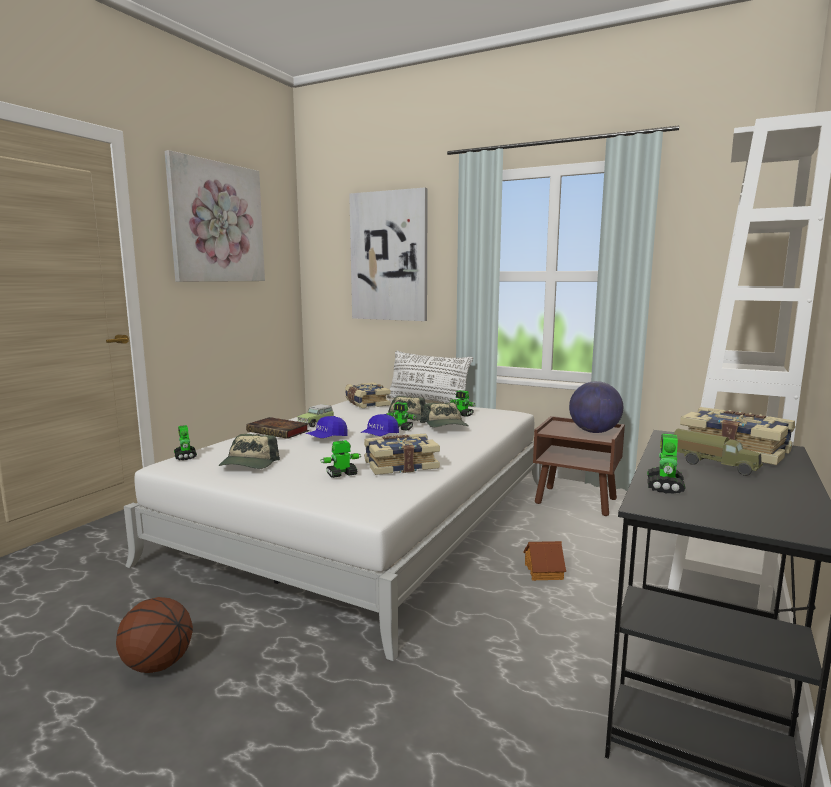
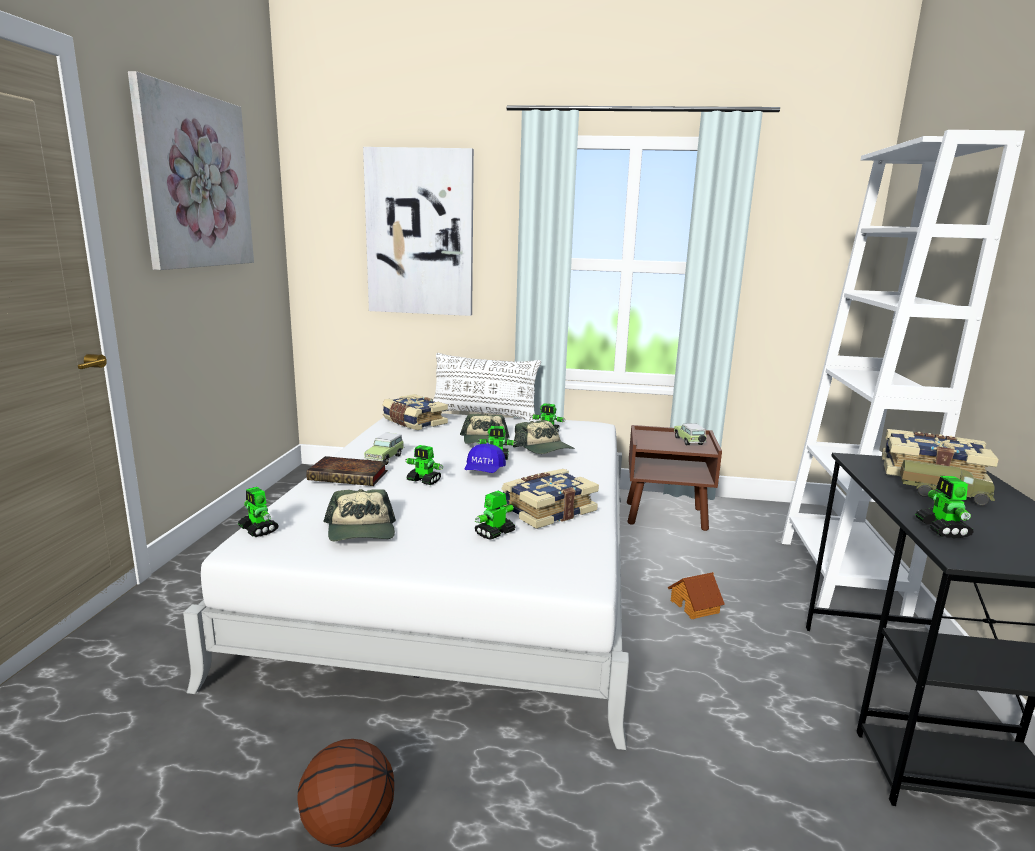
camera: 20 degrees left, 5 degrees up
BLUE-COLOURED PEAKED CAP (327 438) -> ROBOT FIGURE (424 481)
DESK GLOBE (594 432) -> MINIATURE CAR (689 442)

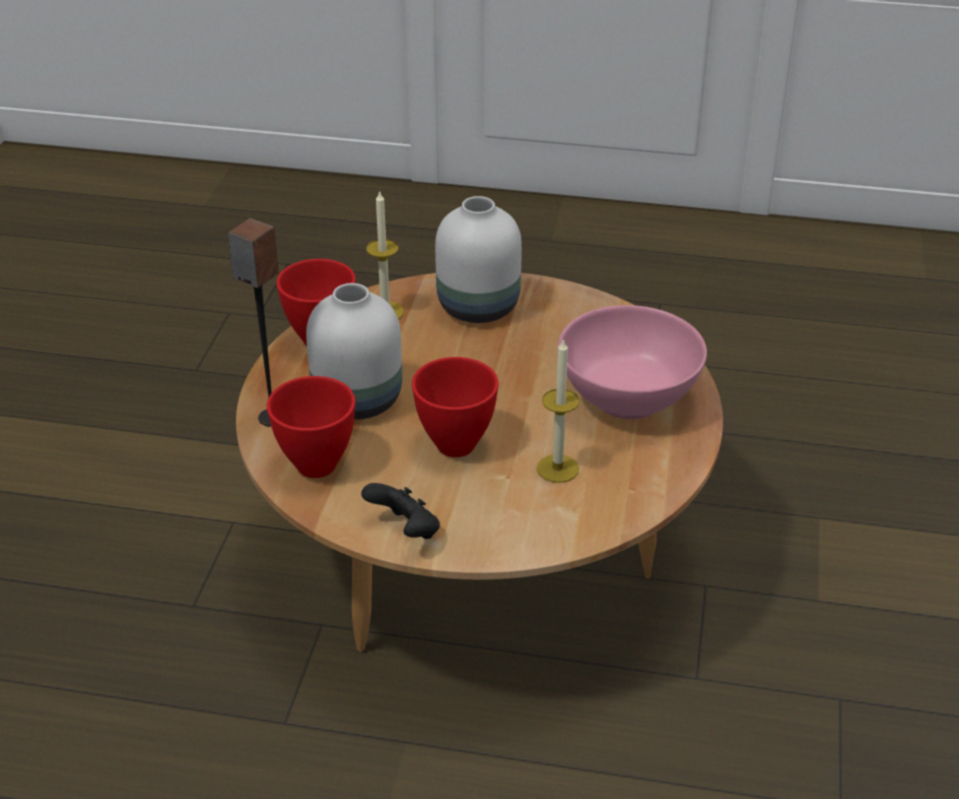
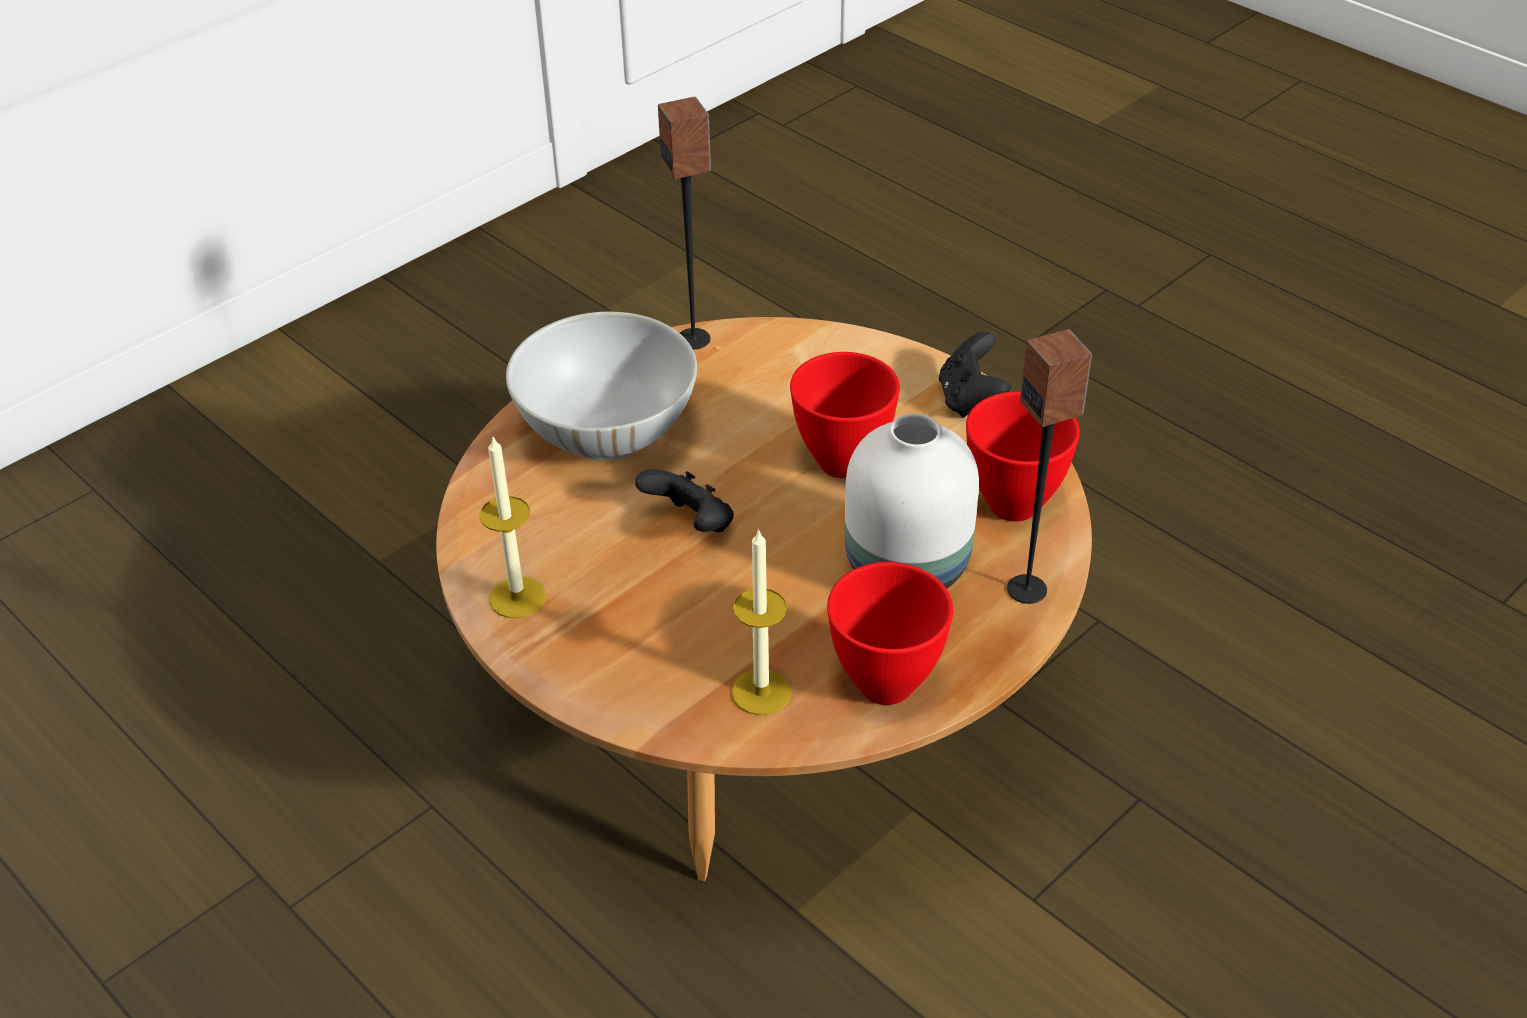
camera: 145 degrees left, 5 degrees up
WHITE FLOWER VASE (476 307) -> none
WAX CANDLE (557 468) -> WAX CANDLE (517 597), move
PINKISH SERVING BOWL (628 399) -> WHITE SERVING BOWL (607 432)
none -> BLACKISH GAME CONTROLLER (691 524)
none -> LOUDSPEAKER (694 339)

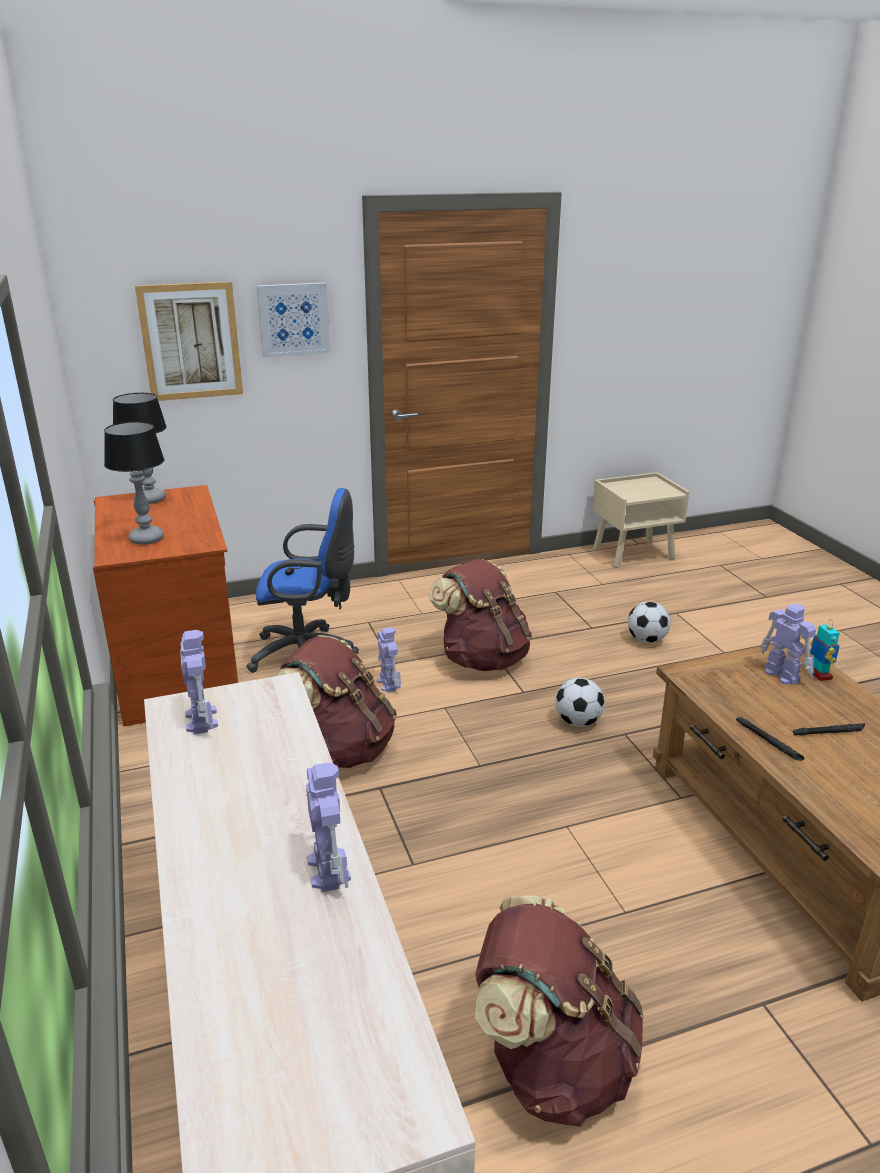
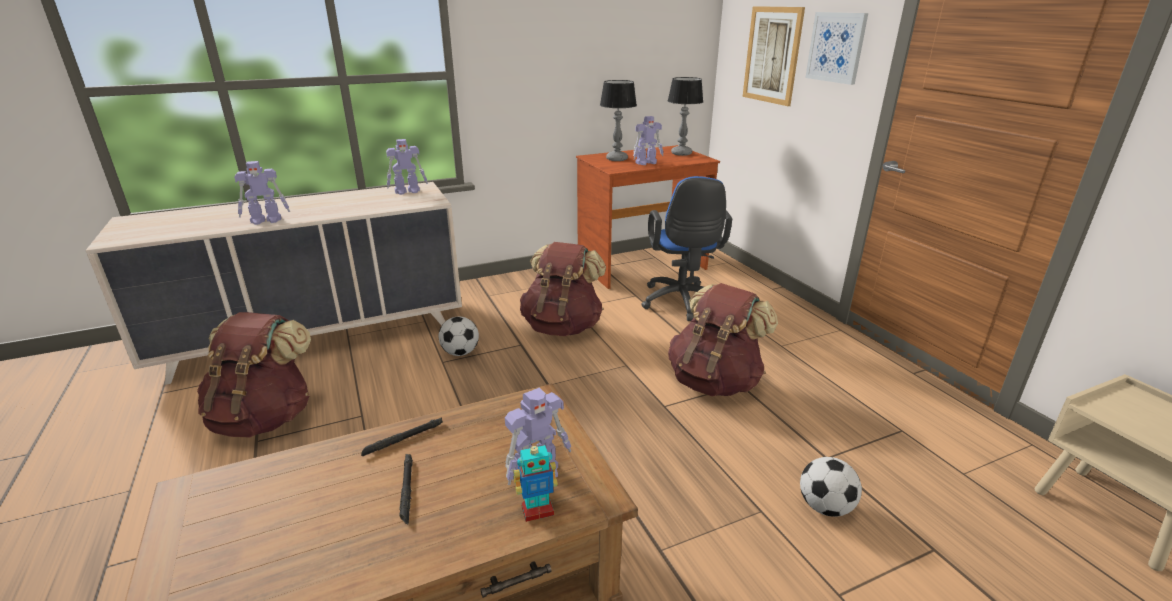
camera: 85 degrees right, 0 degrees up
ROBOT FIGURE (388 683) -> ROBOT FIGURE (647 162), move
FOOTBALL (578 722) -> FOOTBALL (460 353), move

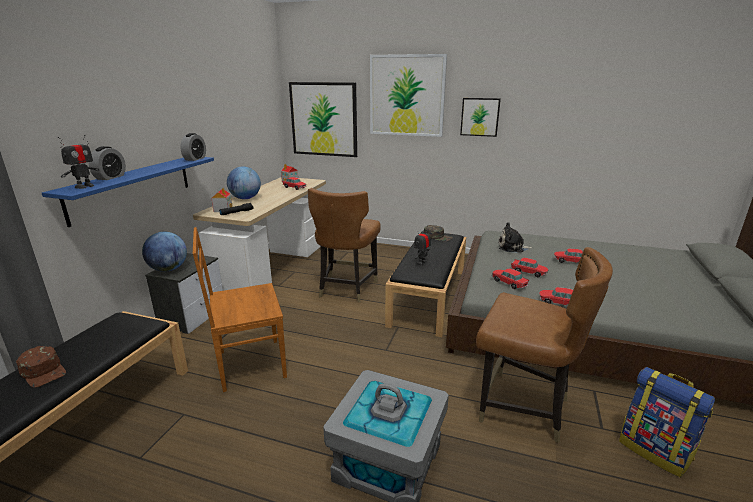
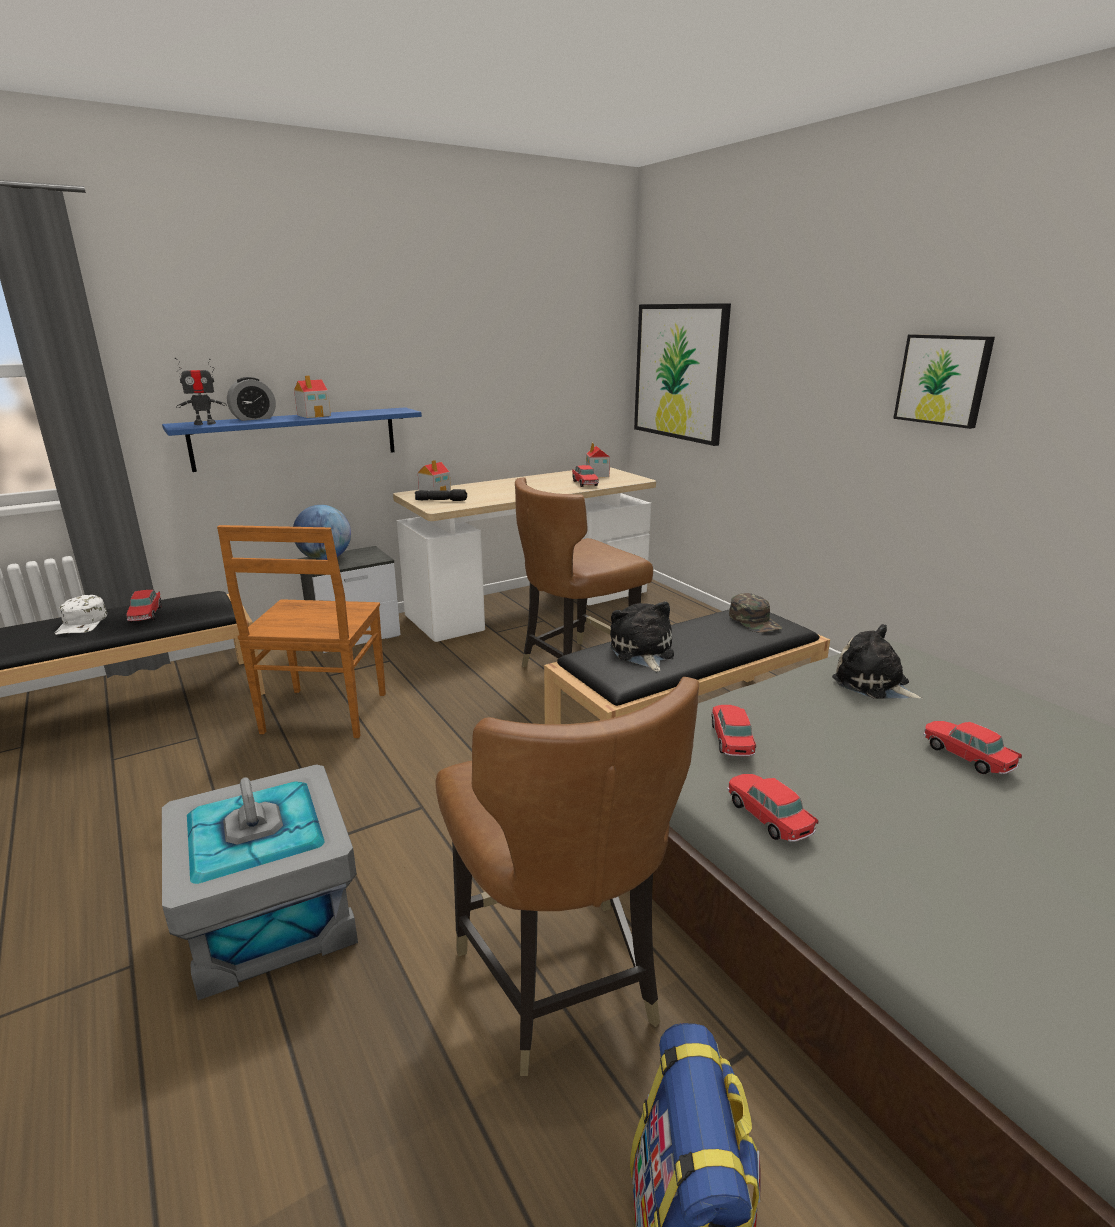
camera: 40 degrees right, 0 degrees up
BROWNISH PEAKED CAP (44 371) -> WHITE PEAKED CAP (82 623)
ALARM CLOCK (195 159) -> none
BROWNISH UPRIGHT CHAIR (249 364) -> BROWNISH UPRIGHT CHAIR (323 715), 105 degrees counterclockwise
DESK GLOBE (245 198) -> none
WALL ART (407 96) -> none
ROBOT FIGURE (421 263) -> SOFT TOY (642 652)
MINIATURE CAR (528 272) -> MINIATURE CAR (146 614), move
none -> MINIATURE HOUSE (314 415)

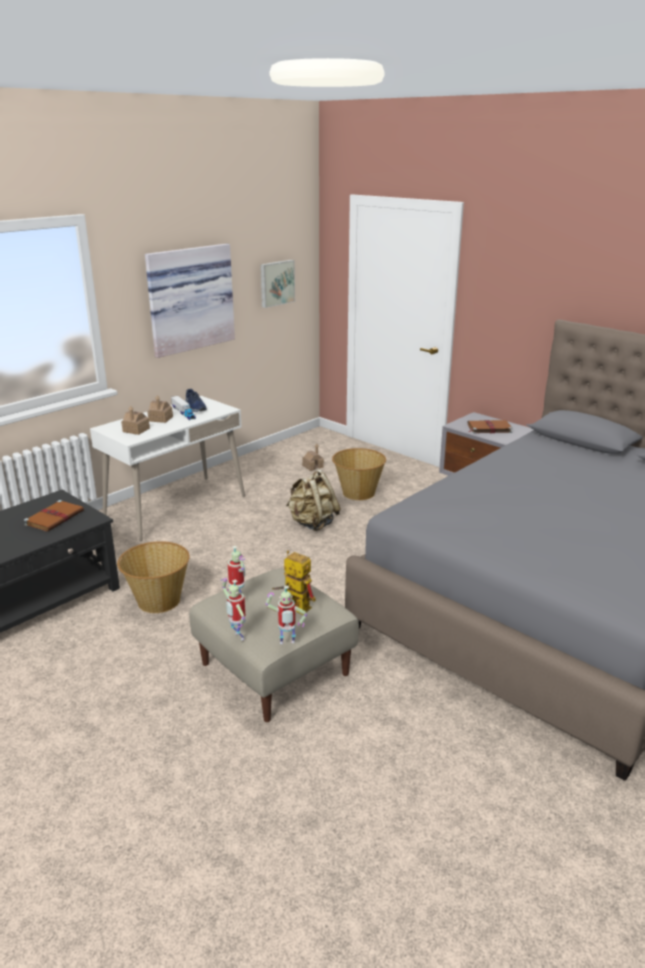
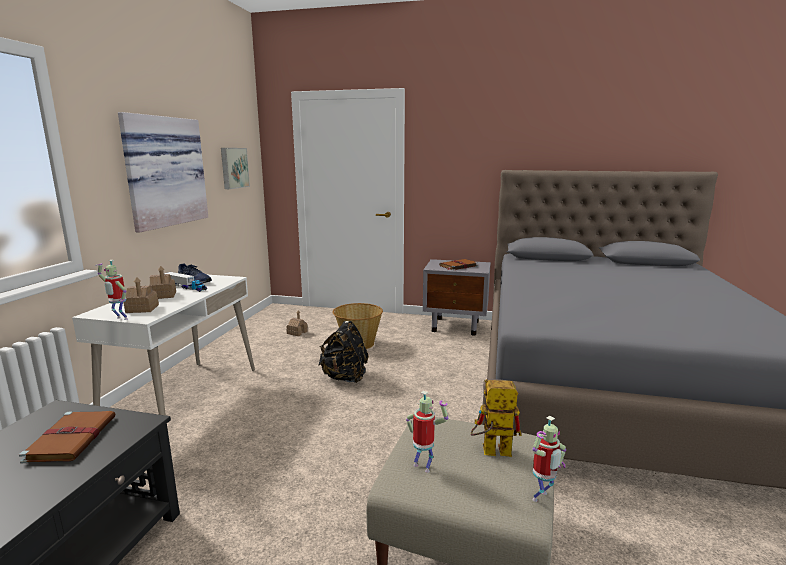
camera: 30 degrees left, 10 degrees down
HOUSEHOLD BASKET (158 600) -> none
ROBOT FIGURE (237 637) -> ROBOT FIGURE (120 319), move
BEIGE RUCKSACK (312 523) -> BLACKISH RUCKSACK (345 377)

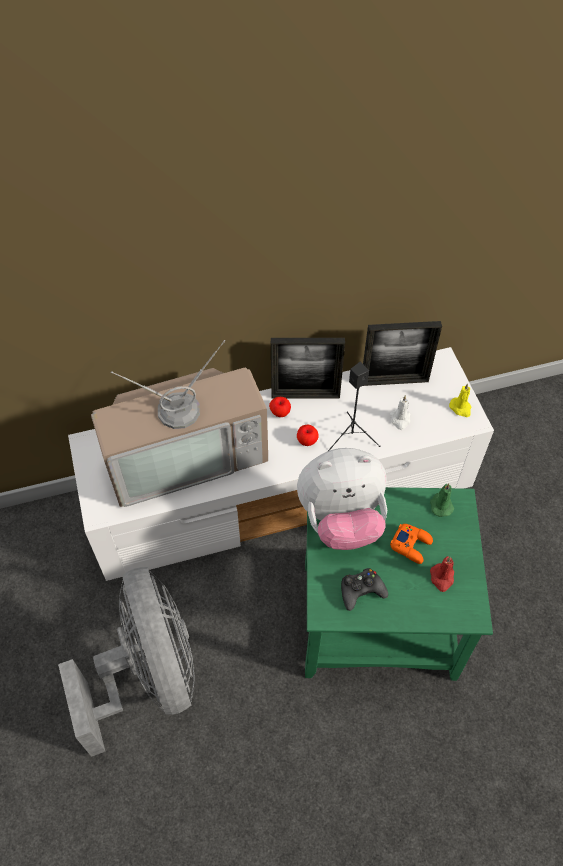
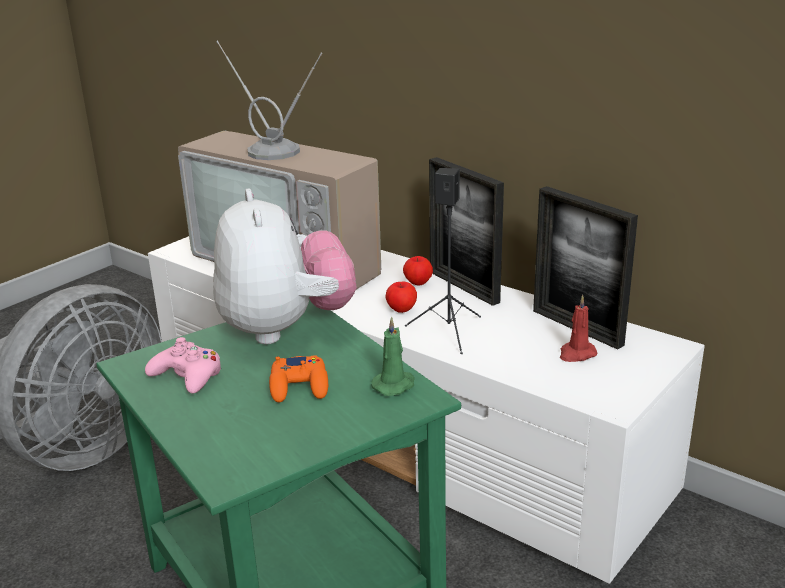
camera: 55 degrees right, 30 degrees down
SOFT TOY (341 519) -> SOFT TOY (285 328), 150 degrees counterclockwise
BLACKISH GAME CONTROLLER (361 591) -> PINKISH GAME CONTROLLER (187 376)
WHITE WAX CANDLE (400 420) -> none
RED WAX CANDLE (442 578) -> RED WAX CANDLE (576 354), move
YELLOW-COLOURED WAX CANDLE (460 408) -> none

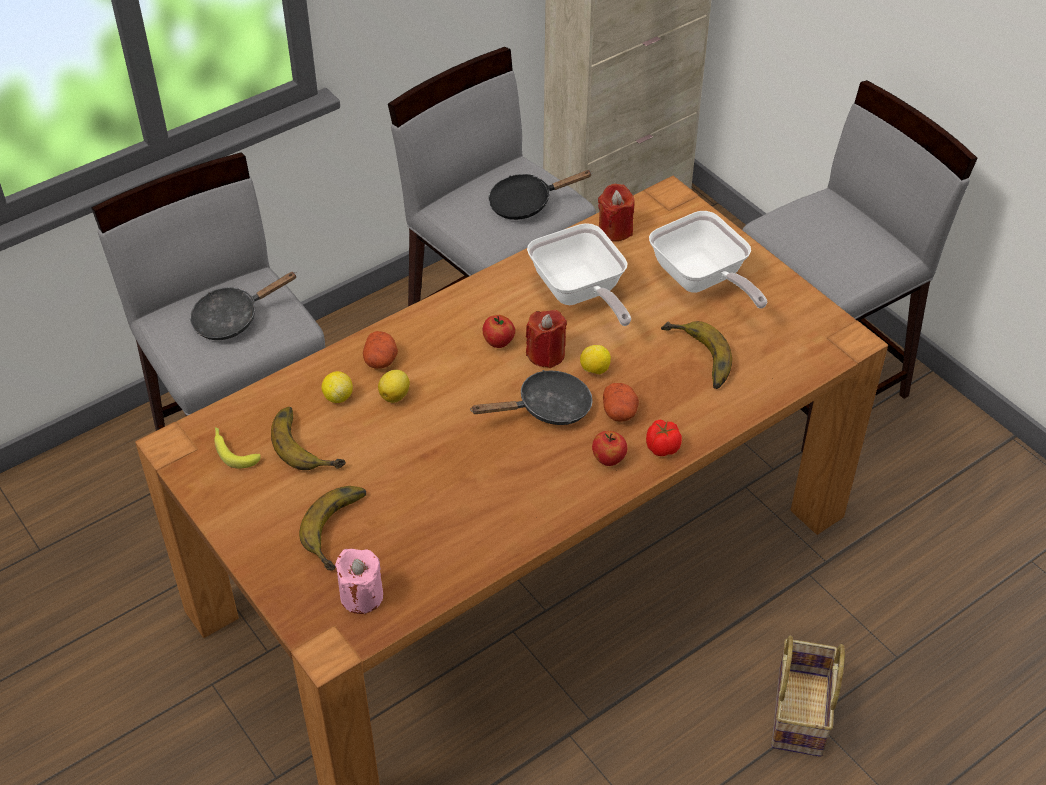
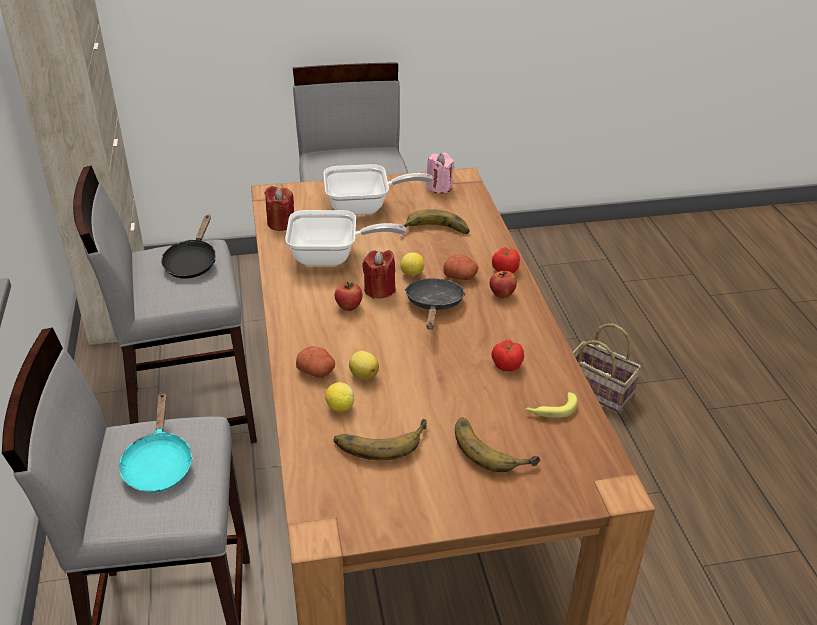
camera: 65 degrees left, 10 degrees down
BLACKISH PAN (232 318) -> TURQUOISE PAN (158 464)
WHOLE BANANA (233 450) -> WHOLE BANANA (551 410), move
PINKISH WAX CANDLE (361 596) -> PINKISH WAX CANDLE (439 187), move
none -> FRESH TOMATO (506 365)

